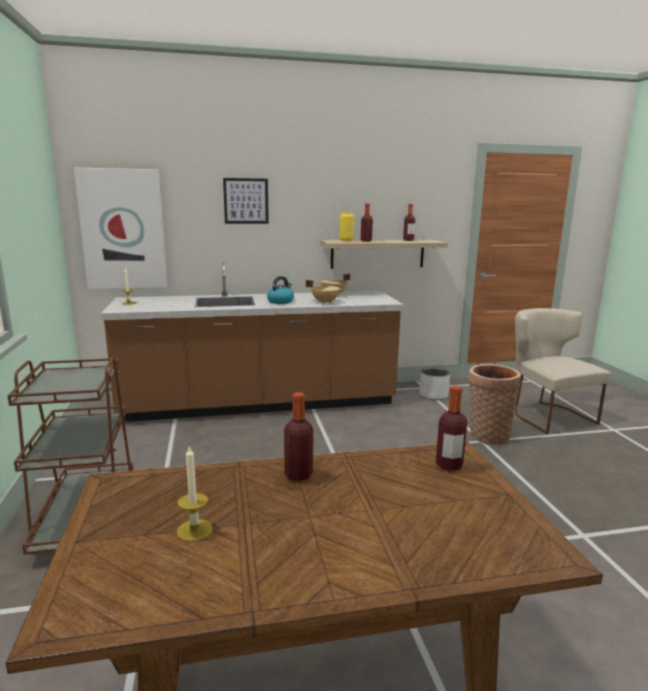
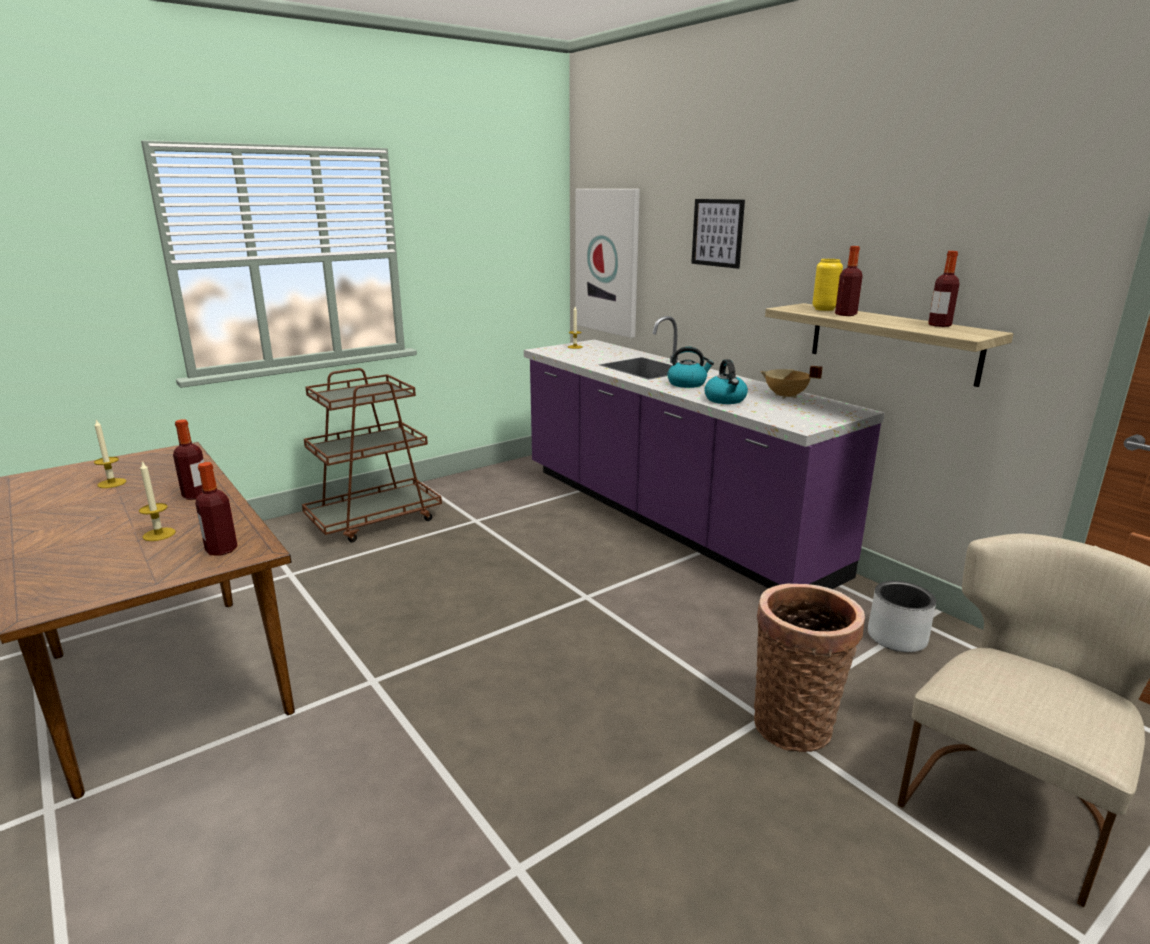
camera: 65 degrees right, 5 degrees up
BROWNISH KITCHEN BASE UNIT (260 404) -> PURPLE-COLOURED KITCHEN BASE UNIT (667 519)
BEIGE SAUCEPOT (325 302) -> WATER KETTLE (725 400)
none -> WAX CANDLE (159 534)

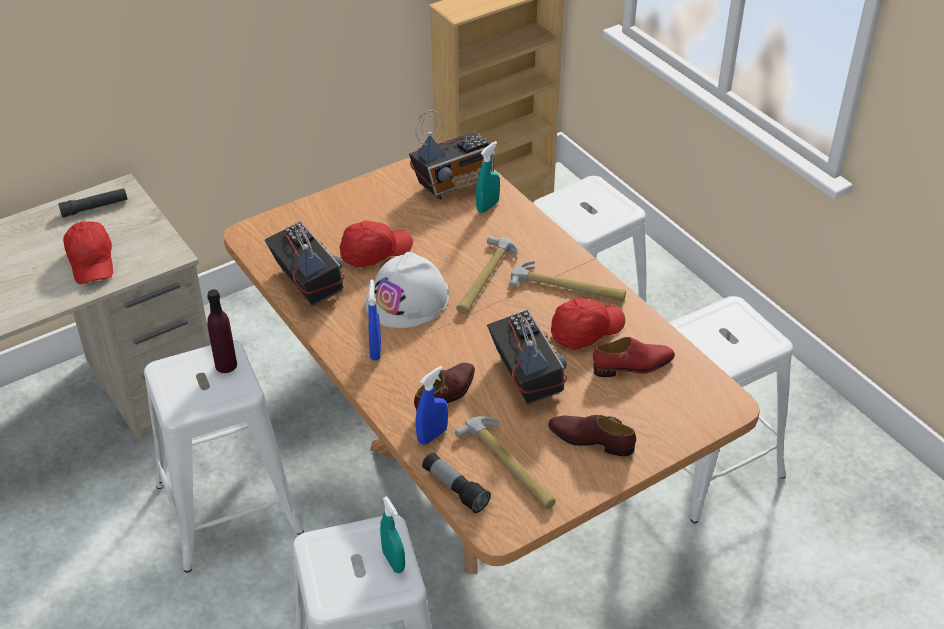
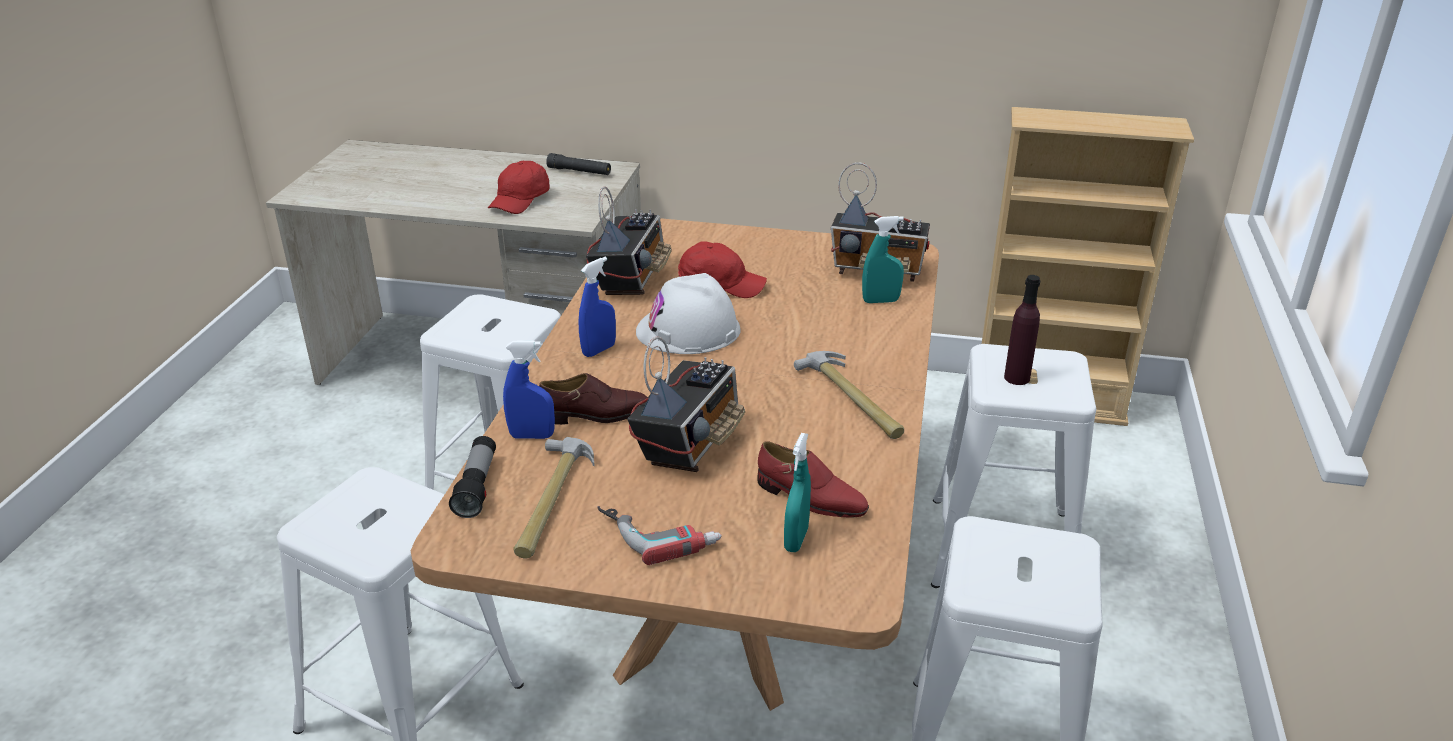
camera: 45 degrees right, 10 degrees down
PURPLE-COLOURED DRINK BOTTLE (226 365) -> PURPLE-COLOURED DRINK BOTTLE (1016 378), move
TURQUOISE HAND SPRAYER (393 561) -> TURQUOISE HAND SPRAYER (796 539), move
HAND HAMMER (484 278) -> none
BROWNISH LOW SHOE (591 440) -> POWER DRILL (659 531)
RED PEAKED CAP (585 331) -> none

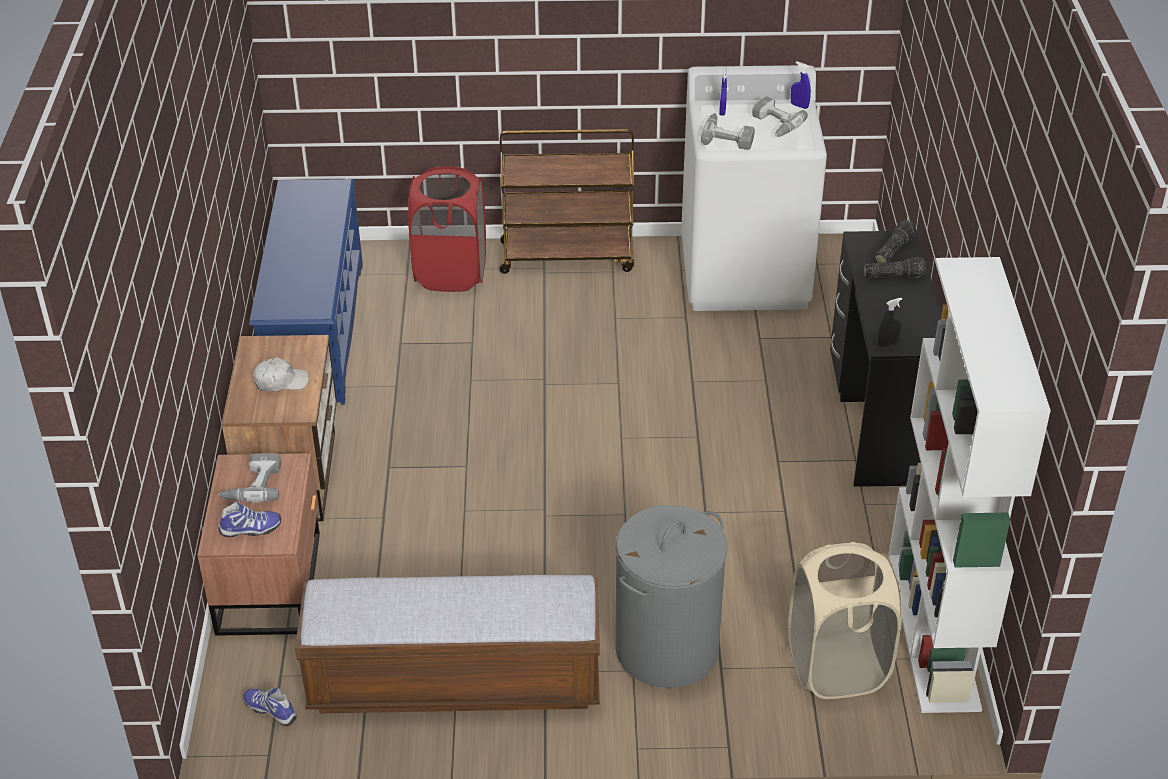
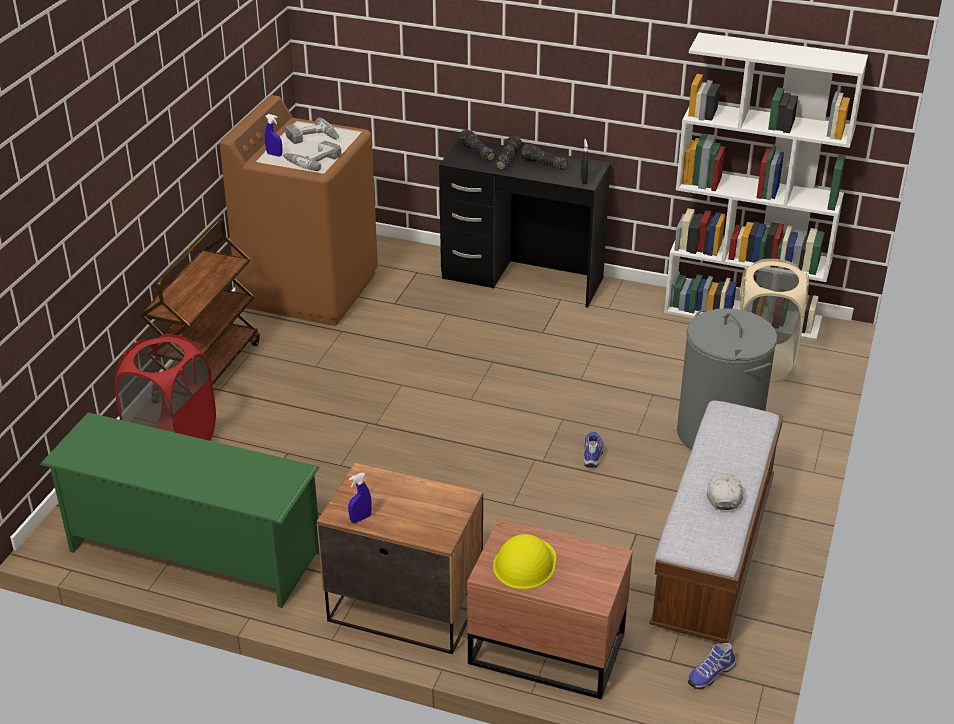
camera: 70 degrees left, 5 degrees down
POWER DRILL (252 485) -> YELLOW-COLOURED WORK HELMET (525 563)
LOW SHOE (251 529) -> LOW SHOE (593 454), move
BLUE-COLOURED SHOE STAND (316 331) -> GREENISH SHOE STAND (193 552)
WHITE PEAKED CAP (281 381) -> WHITE PEAKED CAP (723 495), move
WHITE WASHING MACHINE (745 274) -> BROWNISH WASHING MACHINE (309 289)
BLUE-COLOURED HAND SPRAYER (799 106) -> BLUE-COLOURED HAND SPRAYER (360 518), move
none -> HAND TORCH (543 164)

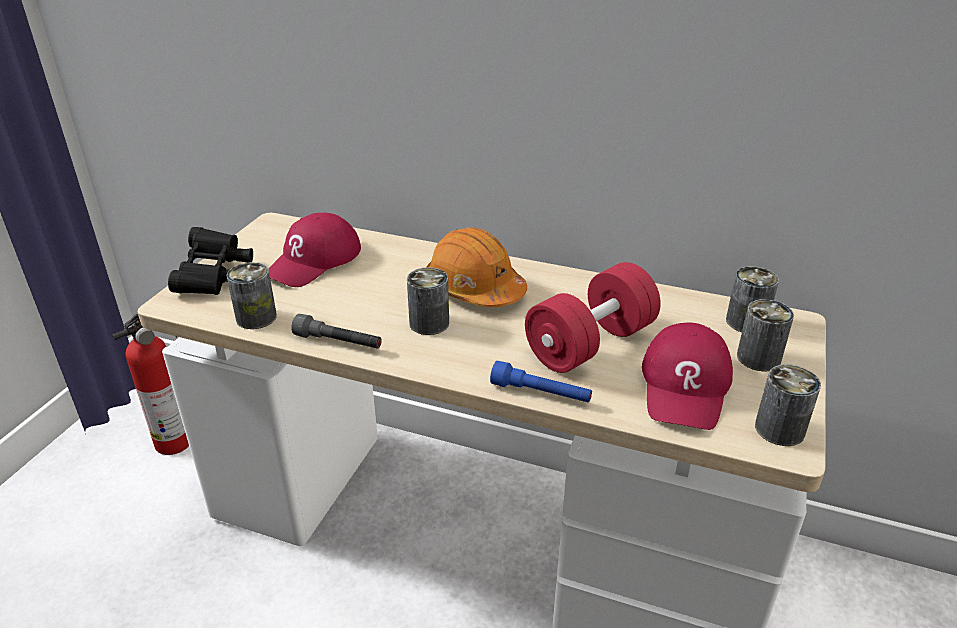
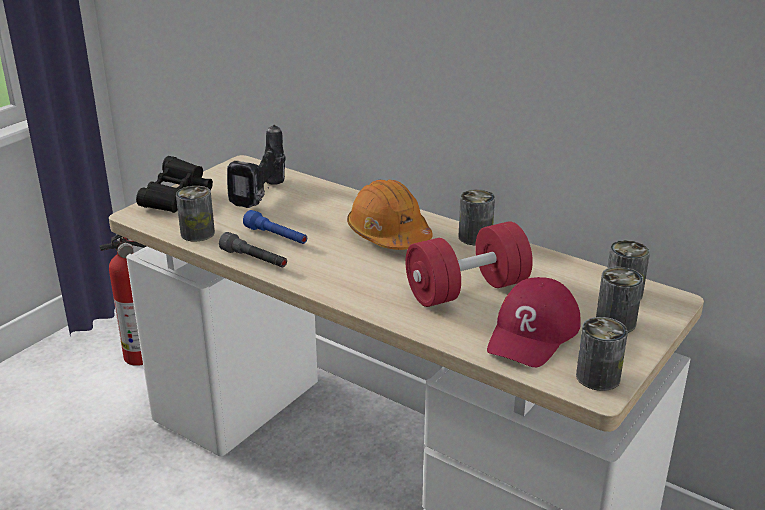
camera: 15 degrees right, 5 degrees down
RED PEAKED CAP (314 261) -> POWER DRILL (263 197)
METAL CAN (429 323) -> METAL CAN (475 237), move
BLUE-COLOURED HAND TORCH (540 393) -> BLUE-COLOURED HAND TORCH (276 237), move

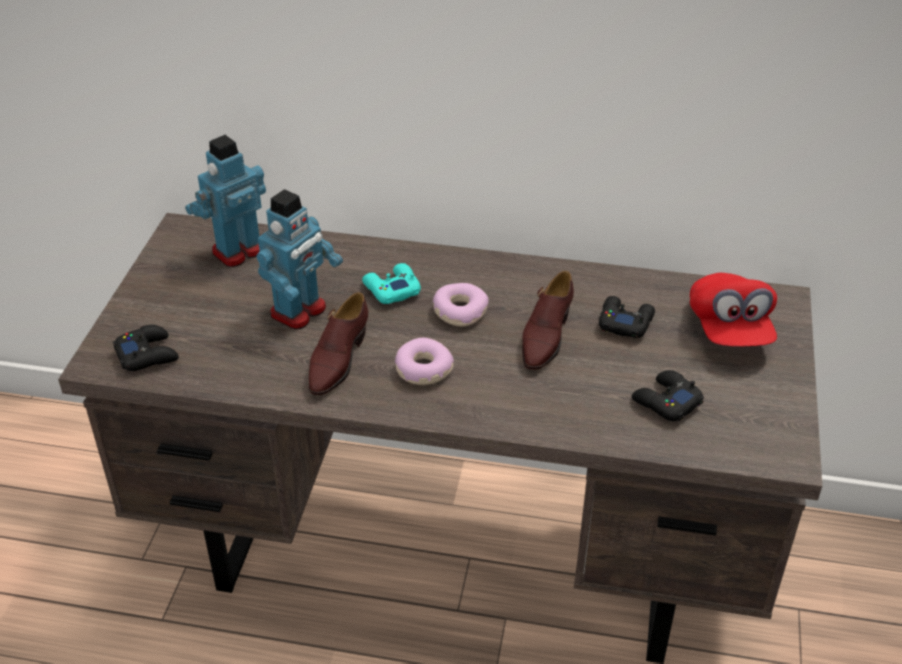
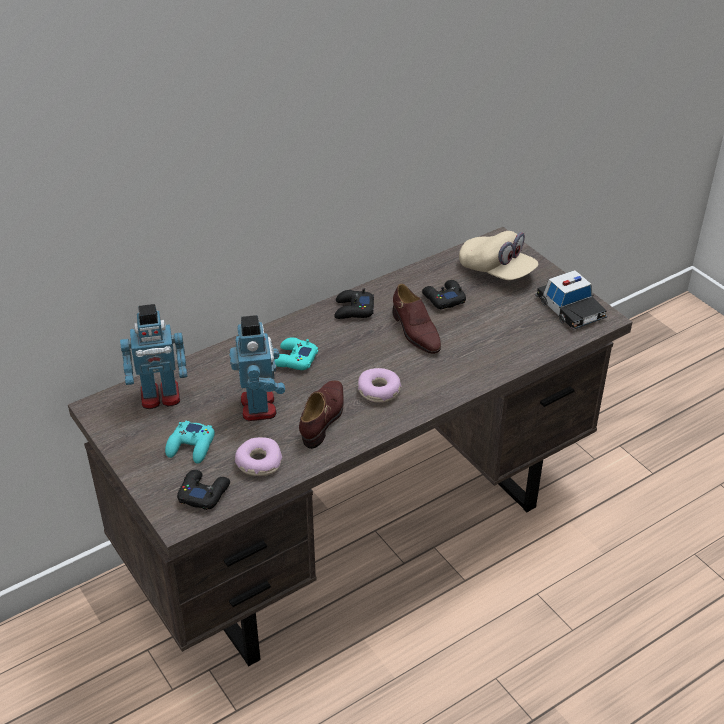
camera: 45 degrees left, 0 degrees up
ROBOT FIGURE (237 251) -> ROBOT FIGURE (160 397), 105 degrees counterclockwise
BROWNISH LOW SHOE (337 359) -> BROWNISH LOW SHOE (324 418), 135 degrees counterclockwise
DONUT (460 311) -> DONUT (258 462), move
BLACKISH GAME CONTROLLER (666 402) -> BLACKISH GAME CONTROLLER (353 310), move
RED PEAKED CAP (729 329) -> BEIGE PEAKED CAP (496 271)
none -> TURQUOISE GAME CONTROLLER (191 446)
none -> MINIATURE CAR (570 308)

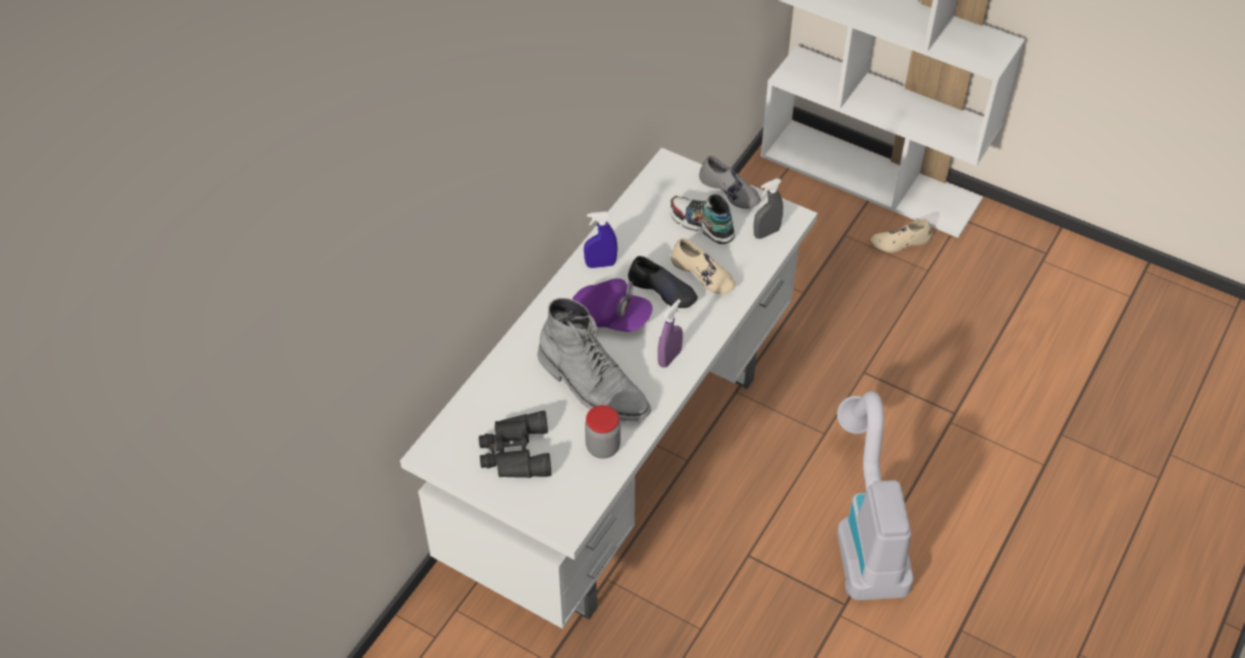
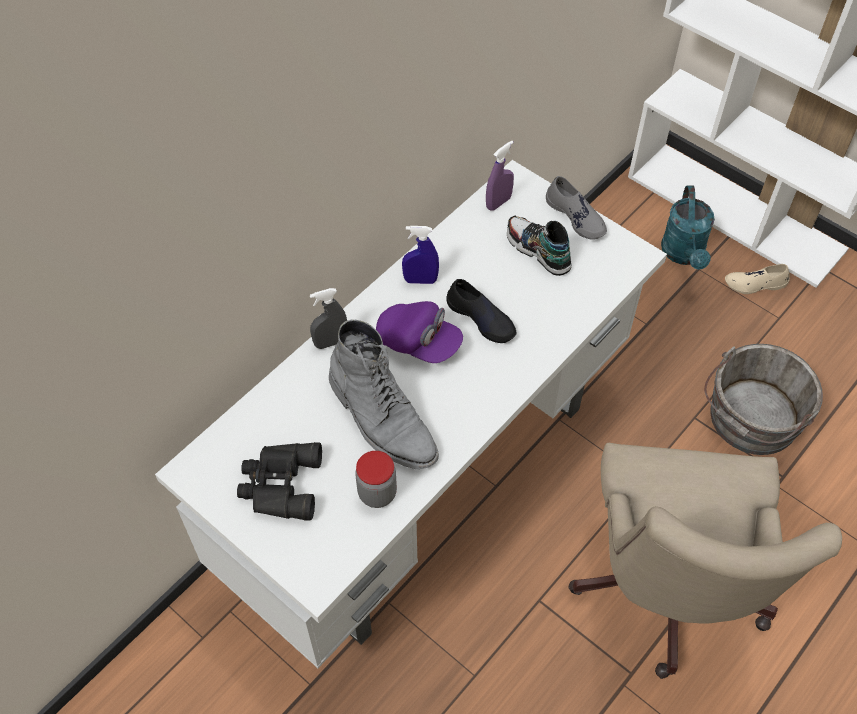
camera: 10 degrees right, 5 degrees up
PURPLE-COLOURED HAND SPRAYER (669 358) -> PURPLE-COLOURED HAND SPRAYER (498 203), move
BEIGE LOW SHOE (704 274) -> none
GREY HAND SPRAYER (766 233) -> GREY HAND SPRAYER (331 342), move
HOOVER (864 531) -> BEIGE OFFICE CHAIR (666 593)
none -> TURQUOISE WATERING POT (684 254)
none -> GREY PAIL (750 420)

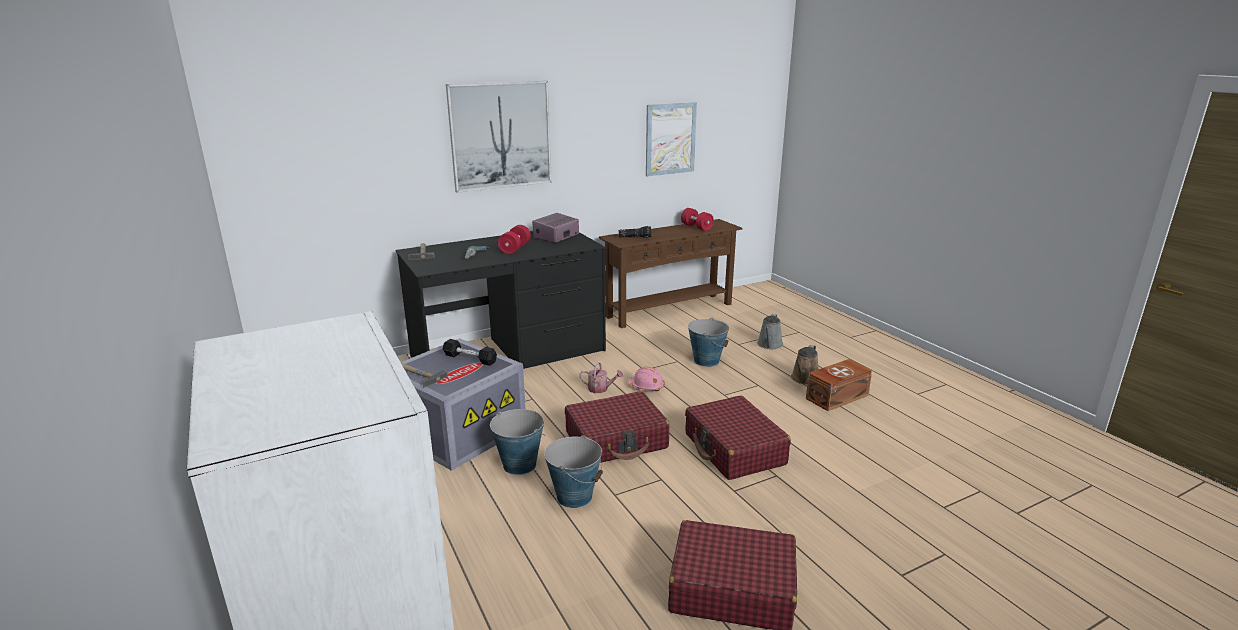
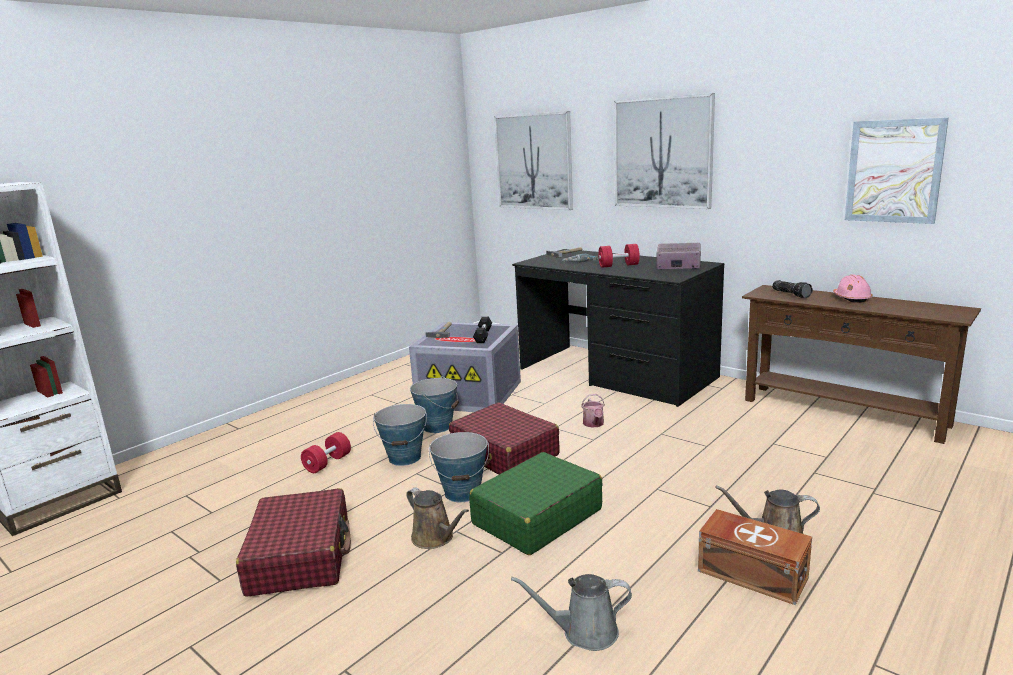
camera: 70 degrees right, 5 degrees down
PINKISH WORK HELMET (646 386) -> PINKISH WORK HELMET (851 298), move
RED FREE WEIGHT (696 227) -> RED FREE WEIGHT (327 463), move
RED SUITCASE (734 449) -> GREENISH SUITCASE (536 517)
PAIL (706 361) -> PAIL (463 492), move
GREY WATERING POT (769 345) -> GREY WATERING POT (584 632), move
none -> BROWNISH WATERING POT (435 538)
none -> WALL ART (534 161)

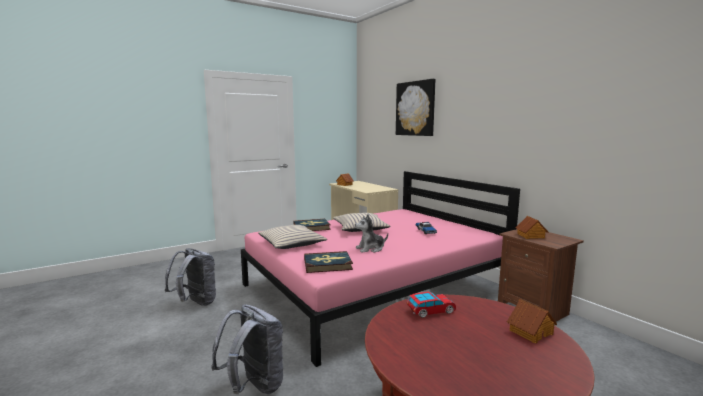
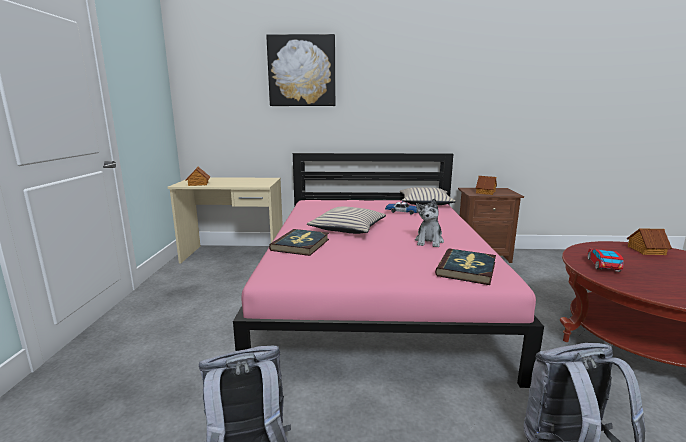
camera: 55 degrees left, 5 degrees up
BEIGE THROW PILLOW (291 243) -> BEIGE THROW PILLOW (425 203), move

